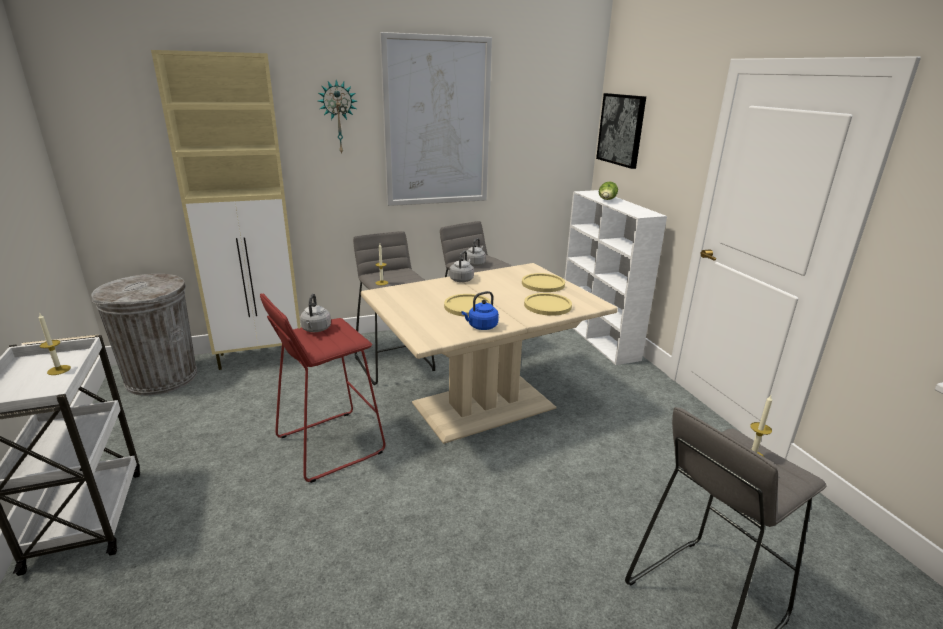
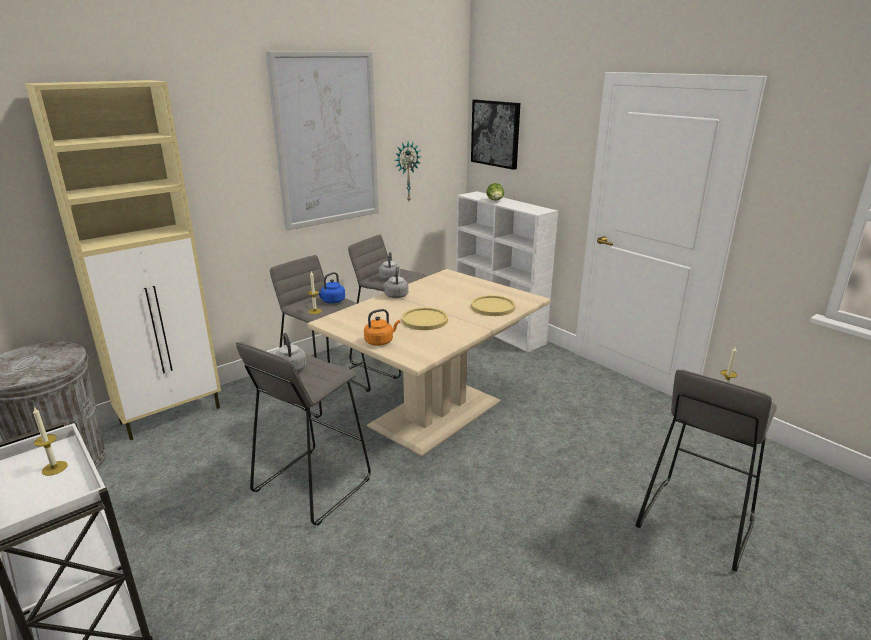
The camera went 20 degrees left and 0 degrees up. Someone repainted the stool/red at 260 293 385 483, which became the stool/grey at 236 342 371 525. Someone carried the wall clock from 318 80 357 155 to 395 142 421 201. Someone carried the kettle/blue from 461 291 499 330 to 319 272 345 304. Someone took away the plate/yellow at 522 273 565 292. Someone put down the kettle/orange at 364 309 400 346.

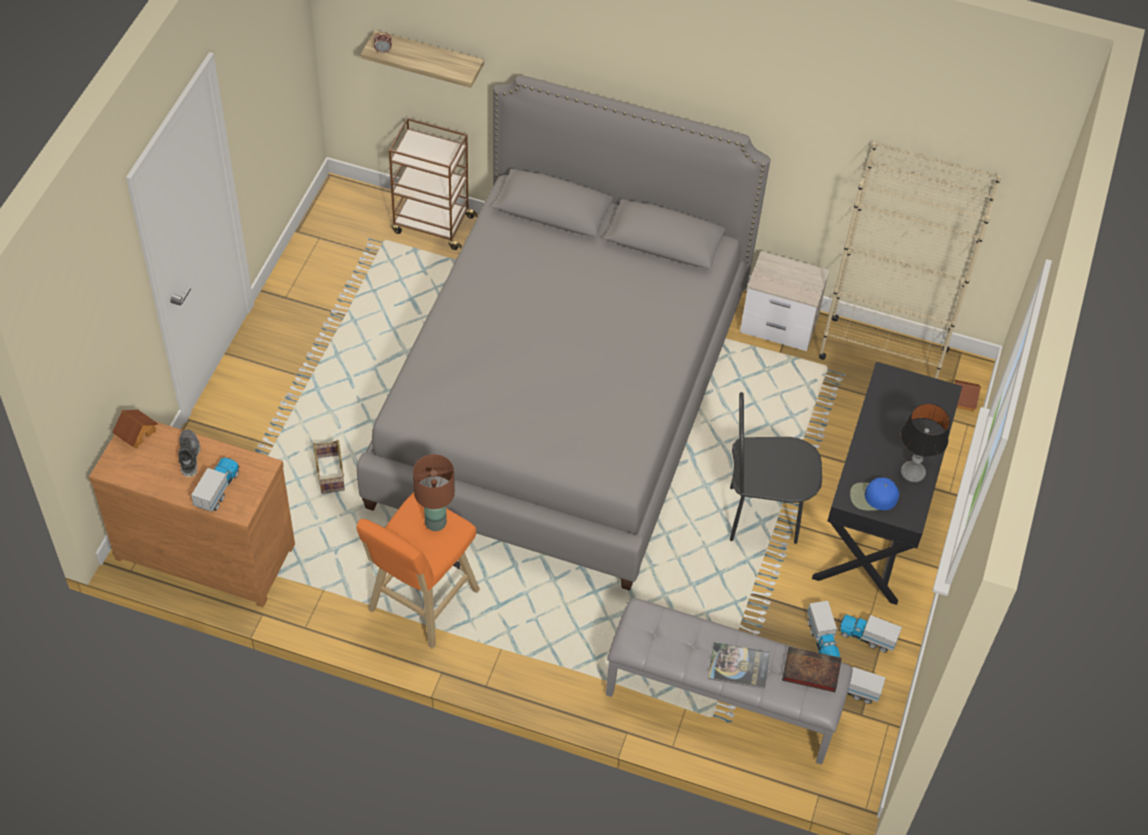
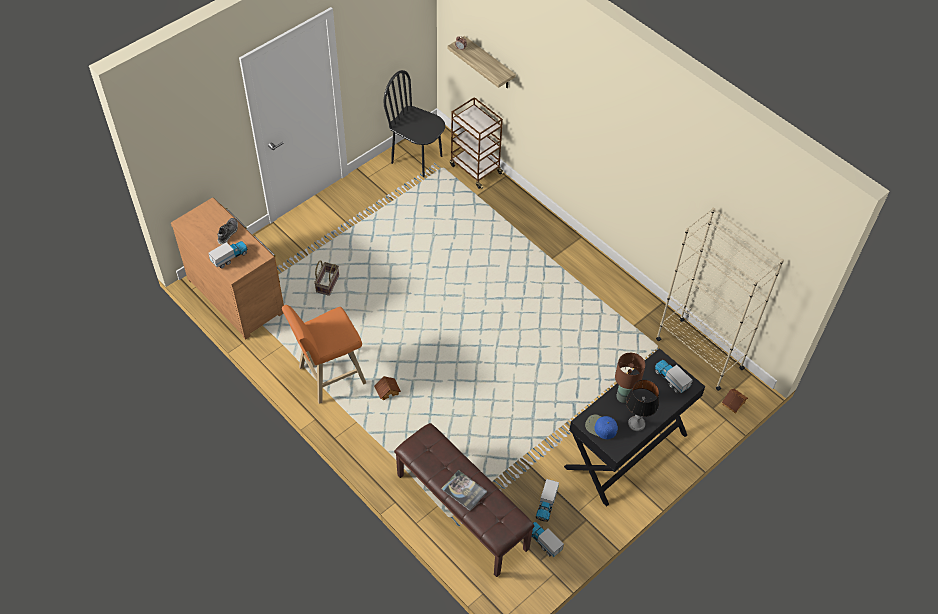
The camera went 30 degrees right and 0 degrees up. Someone carried the toy house from 112 410 158 449 to 374 376 401 400. Someone took away the bed/grey at 357 75 770 591. Someone carried the table lamp/brown from 413 454 455 531 to 615 353 645 403. Someone repainted the bench/grey at 606 598 853 765, which became the bench/brown at 394 423 534 577. Someone carried the chair/black from 730 392 822 544 to 384 70 445 177. Someone took away the nightstand at 740 251 830 351. Someone took away the book at 782 646 842 692. Someone carried the toy truck from 839 615 902 653 to 654 360 693 393.

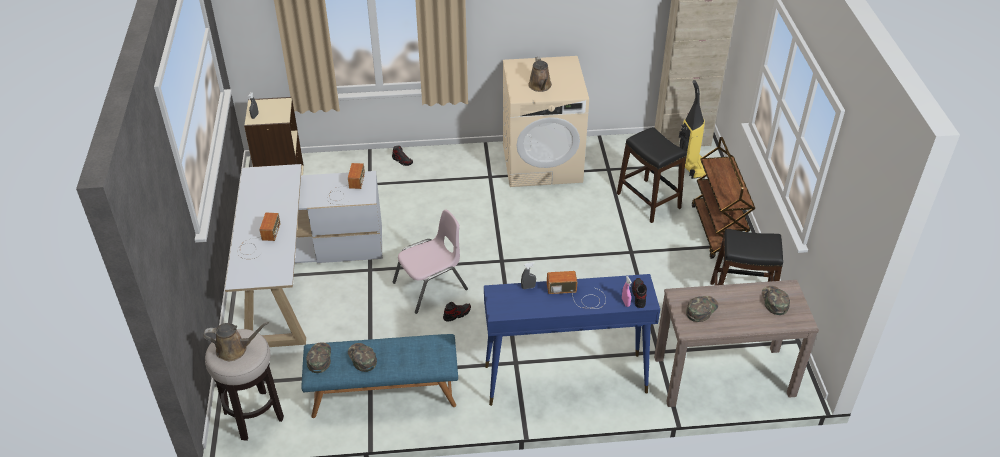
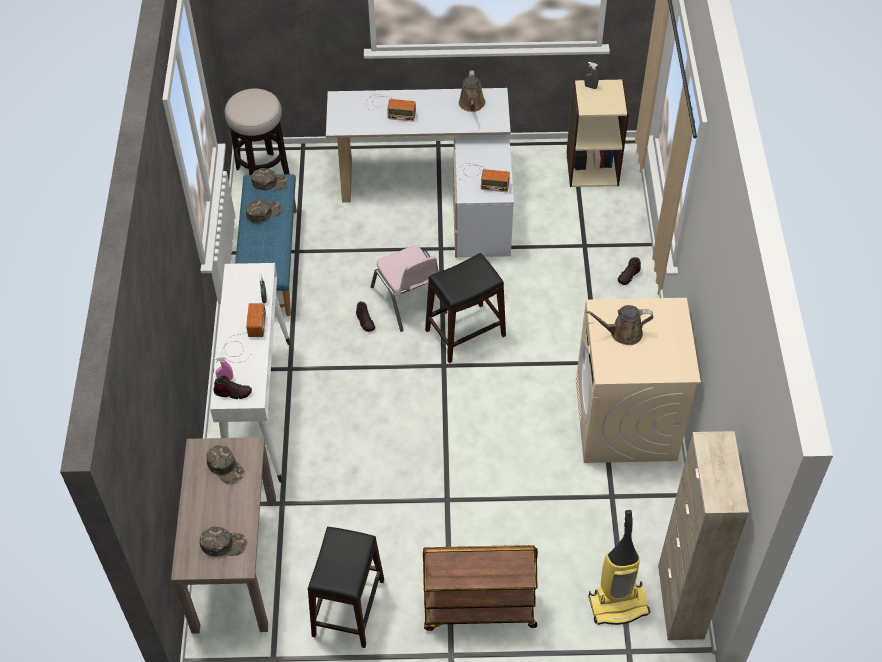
The camera went 95 degrees right and 10 degrees up. Someone carried the watering can/brown from 203 322 269 361 to 459 70 485 112. Someone repainted the console table/blue at 484 274 660 406, which became the console table/white at 210 263 291 483. Someone carried the stool/black from 617 127 686 223 to 425 253 506 363.

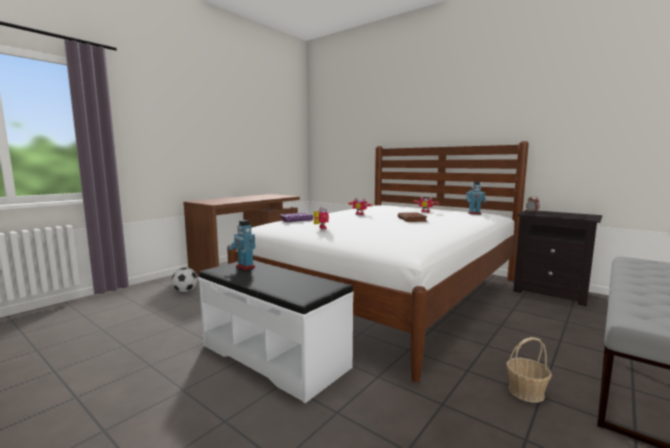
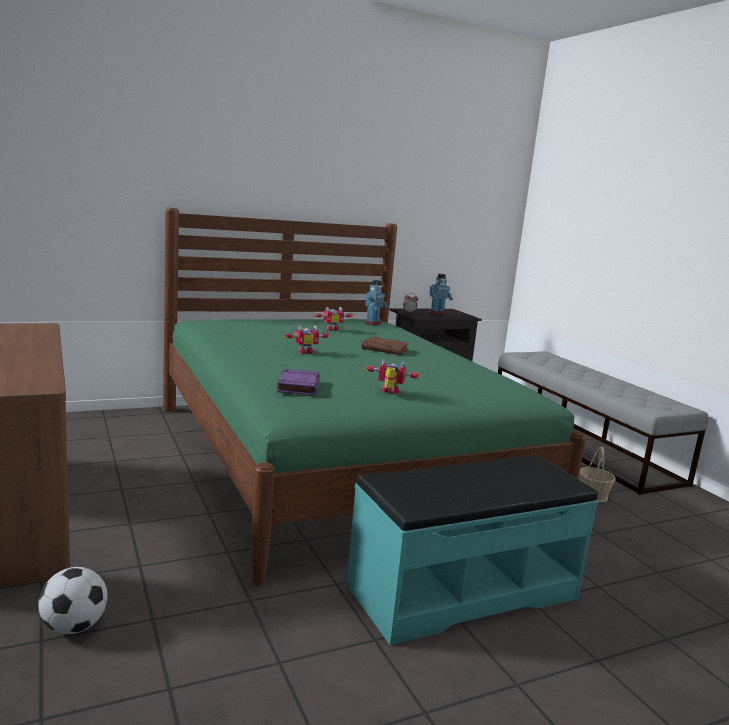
The camera went 65 degrees left and 5 degrees up. Someone repainted the bench/white at 198 260 354 403, which became the bench/turquoise at 346 455 598 646. Someone repainted the bed/white at 227 141 529 382, which became the bed/green at 163 208 586 586. Someone carried the toy robot from 228 220 256 270 to 429 274 453 314.

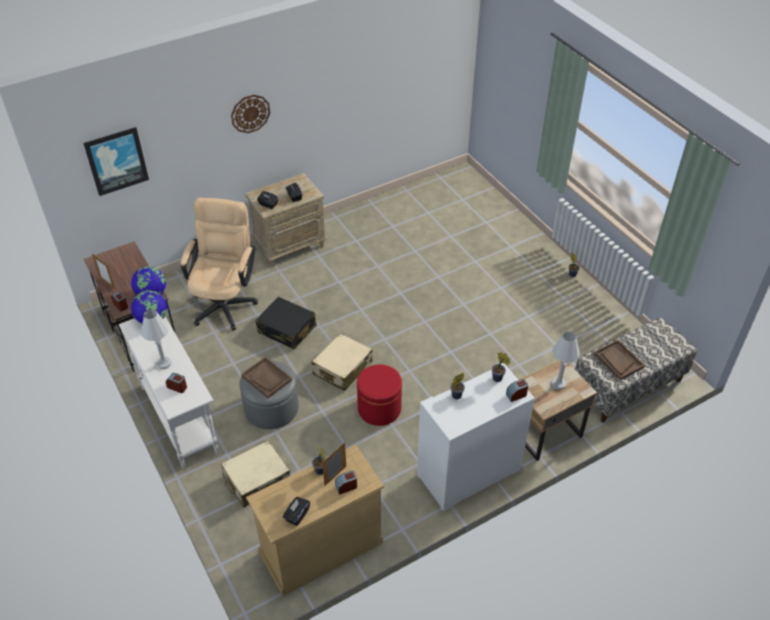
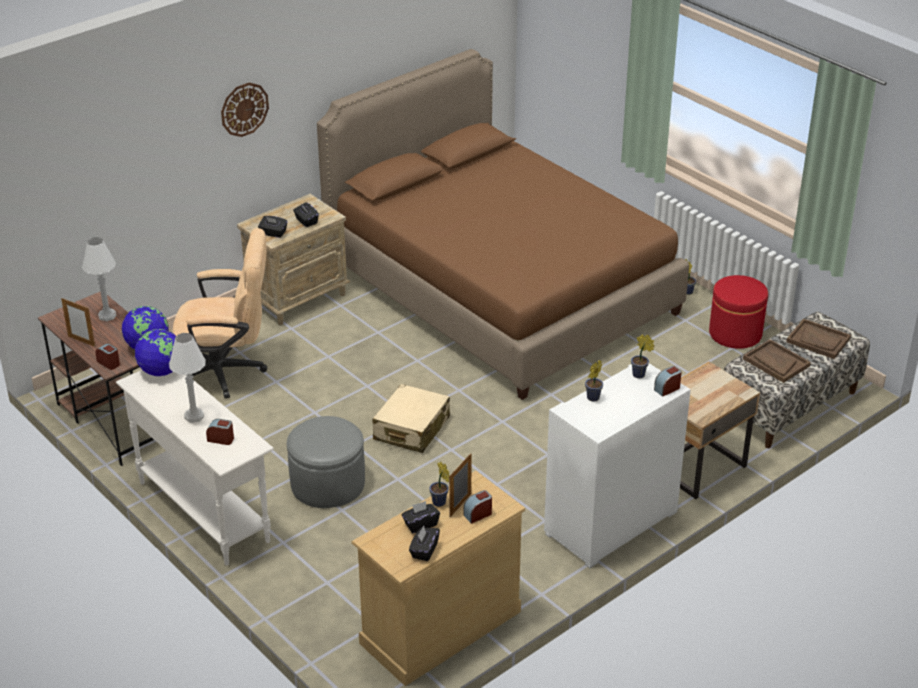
The camera went 10 degrees left and 10 degrees down. Someone took away the picture at 83 127 149 196. Someone rotated the office chair/beige at 181 198 258 331 by 90 degrees clockwise. Someone took away the suitcase/beige at 221 440 290 507. Someone carried the tray/brown from 241 357 292 398 to 786 319 851 359. Someone took away the suitcase/black at 255 297 317 349. Someone carried the ottoman/red from 357 364 402 426 to 709 275 768 349. Someone carried the table lamp/white from 552 332 580 390 to 82 237 117 321. Someone put down the bed/brown at 317 49 690 400. Someone put down the tissue box/black at 402 501 440 533.

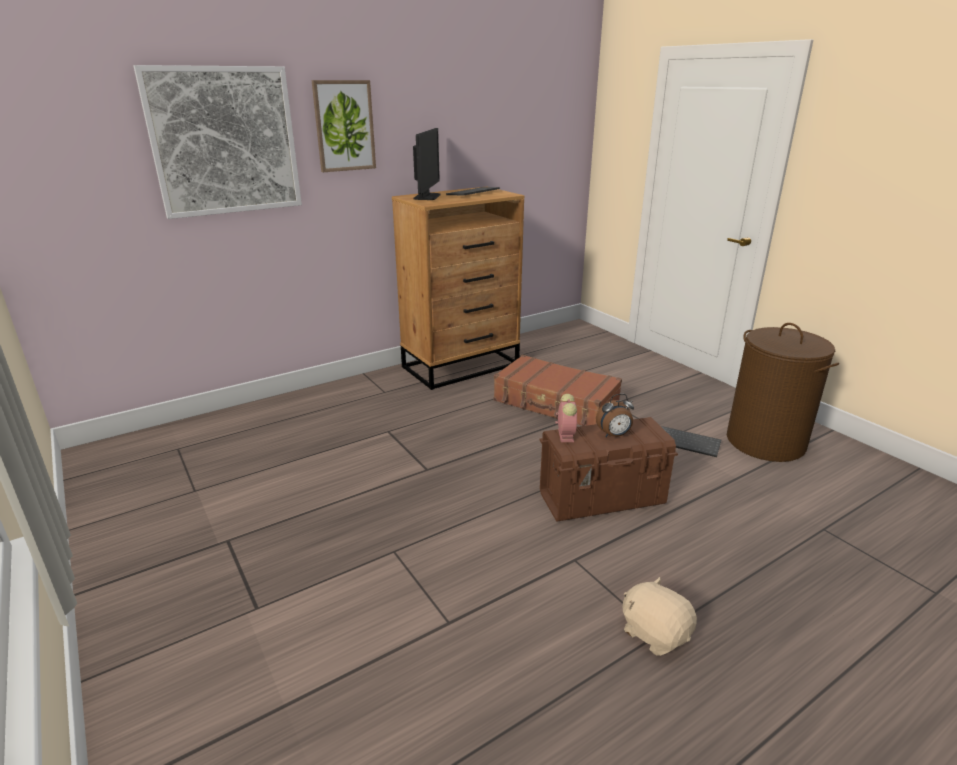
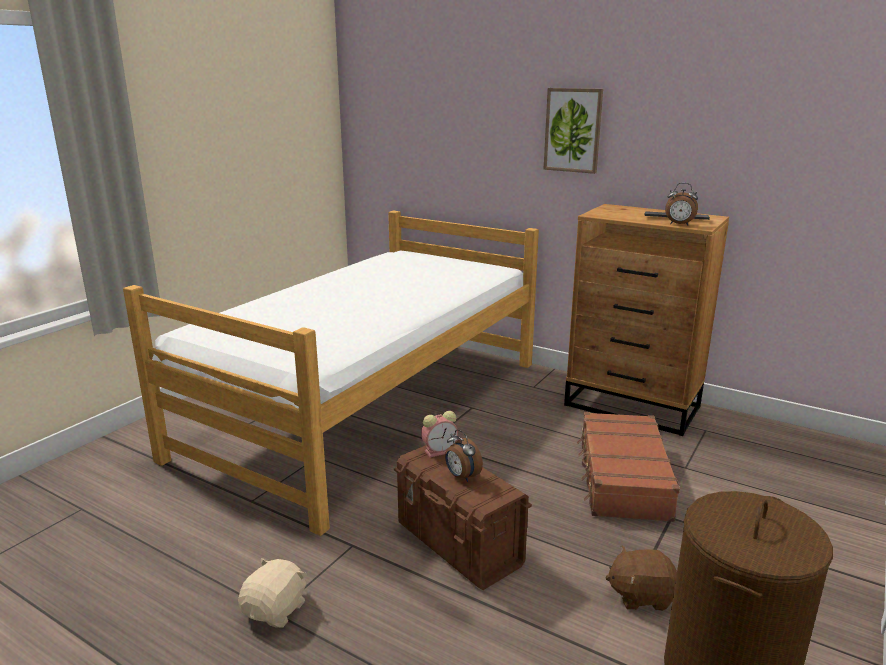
The camera went 65 degrees right and 5 degrees down. Someone took away the picture at 133 65 302 219. Someone took away the monitor at 413 128 441 200. Someone swapped the keyboard at 661 426 721 457 for the plush toy/brown at 605 545 677 611. Someone put down the bed at 123 211 539 536. Someone put down the alarm clock at 665 183 698 226.

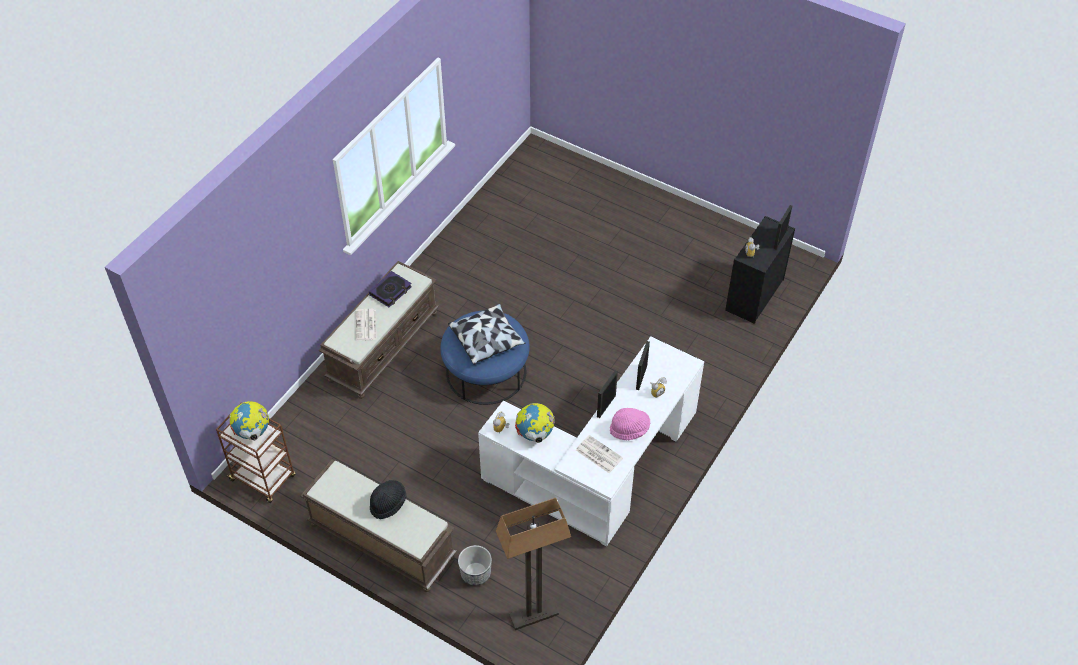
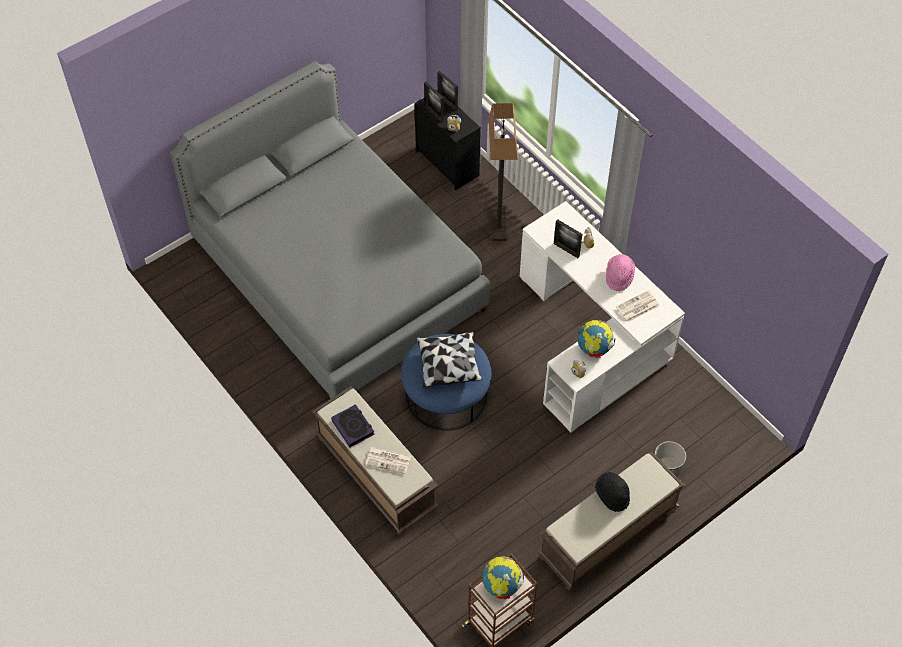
The camera went 70 degrees left and 5 degrees up. Someone carried the floor lamp from 496 498 571 630 to 489 103 518 241. Someone carried the picture frame from 597 371 618 418 to 424 82 444 123. Someone put down the bed/grey at 170 61 490 399.

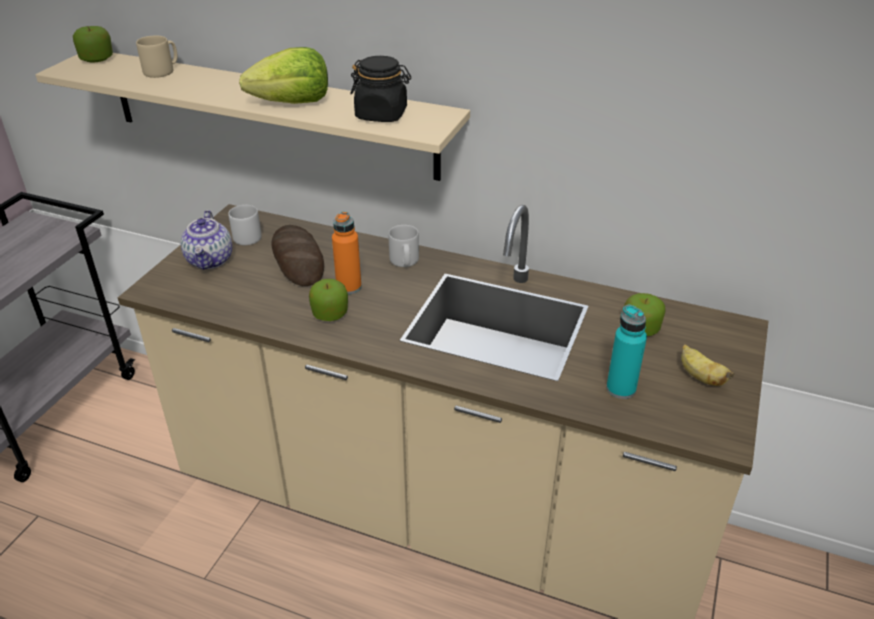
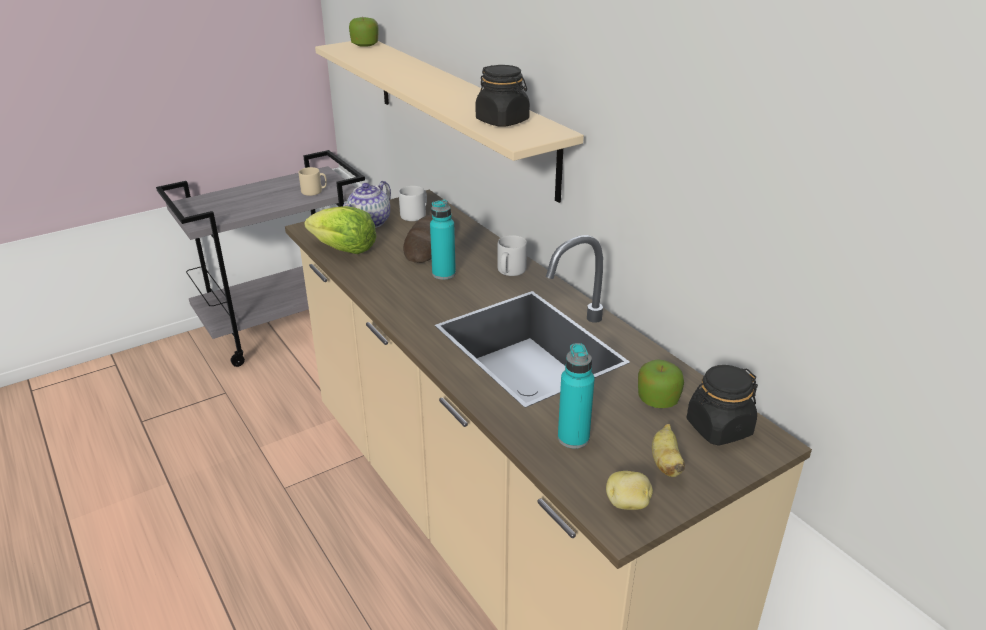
The camera went 35 degrees right and 5 degrees down. Someone carried the mug/beige from 136 35 178 78 to 299 167 327 196. Someone carried the lettuce from 239 47 328 104 to 304 206 377 254. Someone took away the apple at 309 279 348 321. Someone repainted the bottle/orange at 332 211 361 294, which became the bottle/turquoise at 430 199 456 280. Someone put down the potato at 606 471 653 510. Someone put down the jar/black at 686 365 758 446.

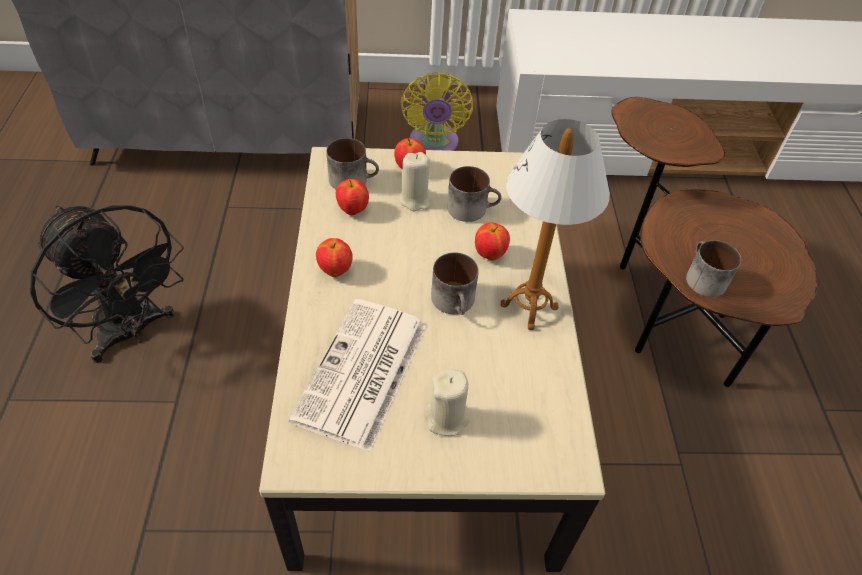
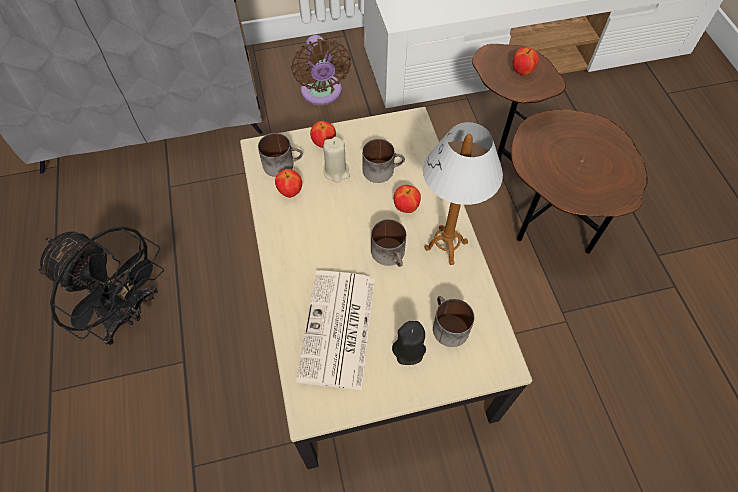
The camera went 10 degrees left and 10 degrees up. Someone carried the apple from 316 238 353 277 to 513 47 539 76. Someone repainted the fan/yellow at 401 72 473 151, which became the fan/brown at 291 35 351 105. Someone repainted the candle/beige at 425 369 470 436, which became the candle/black at 392 321 426 365. Someone carried the mug from 686 240 741 297 to 433 296 474 347.

